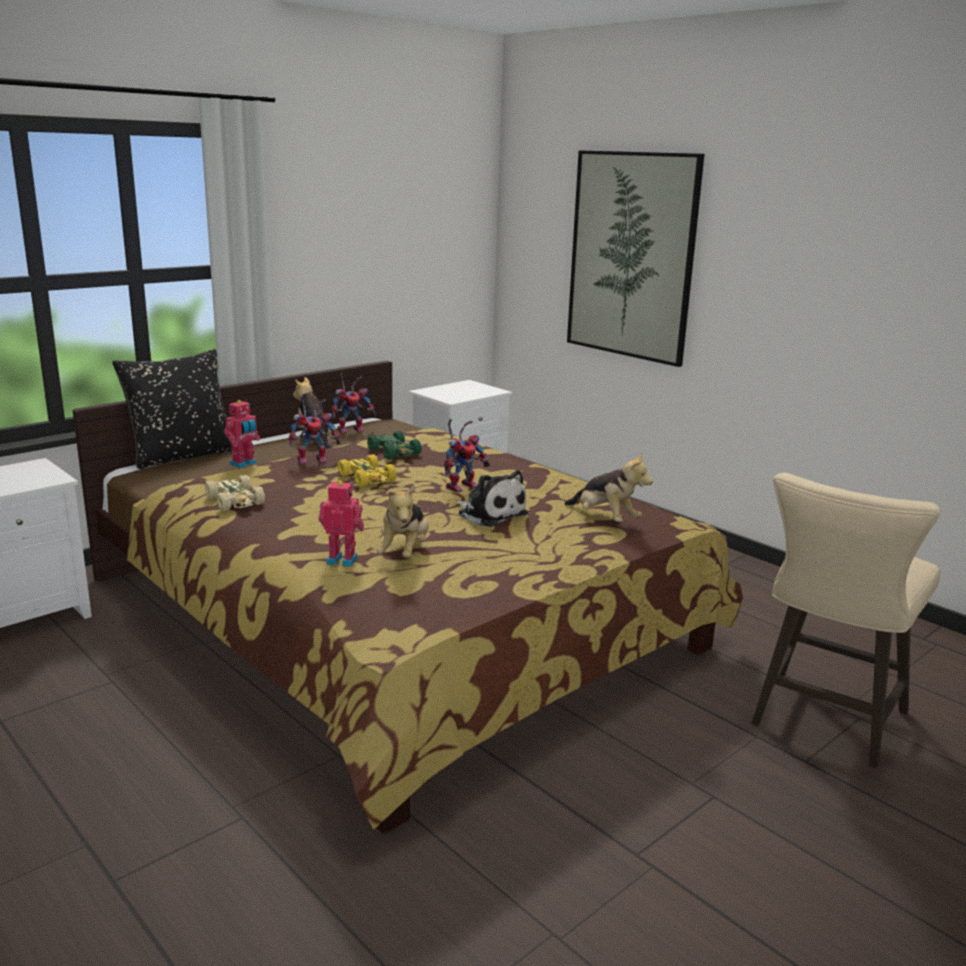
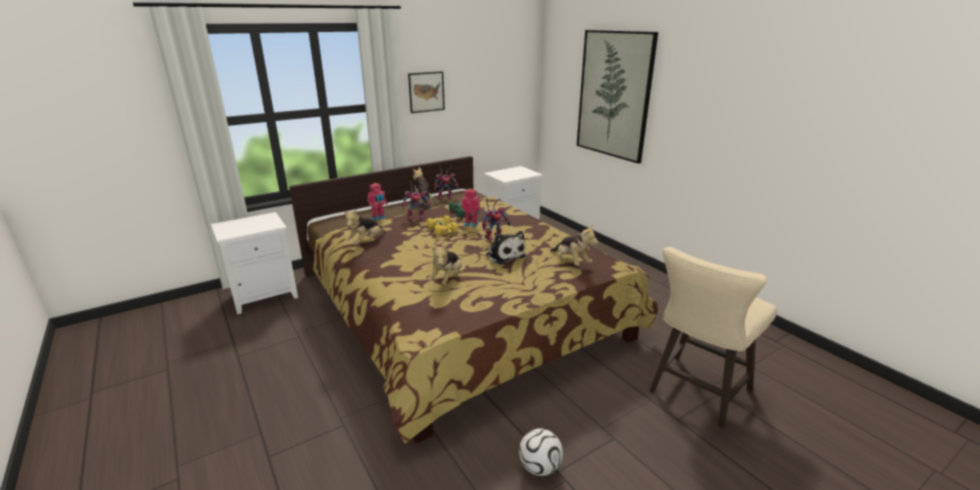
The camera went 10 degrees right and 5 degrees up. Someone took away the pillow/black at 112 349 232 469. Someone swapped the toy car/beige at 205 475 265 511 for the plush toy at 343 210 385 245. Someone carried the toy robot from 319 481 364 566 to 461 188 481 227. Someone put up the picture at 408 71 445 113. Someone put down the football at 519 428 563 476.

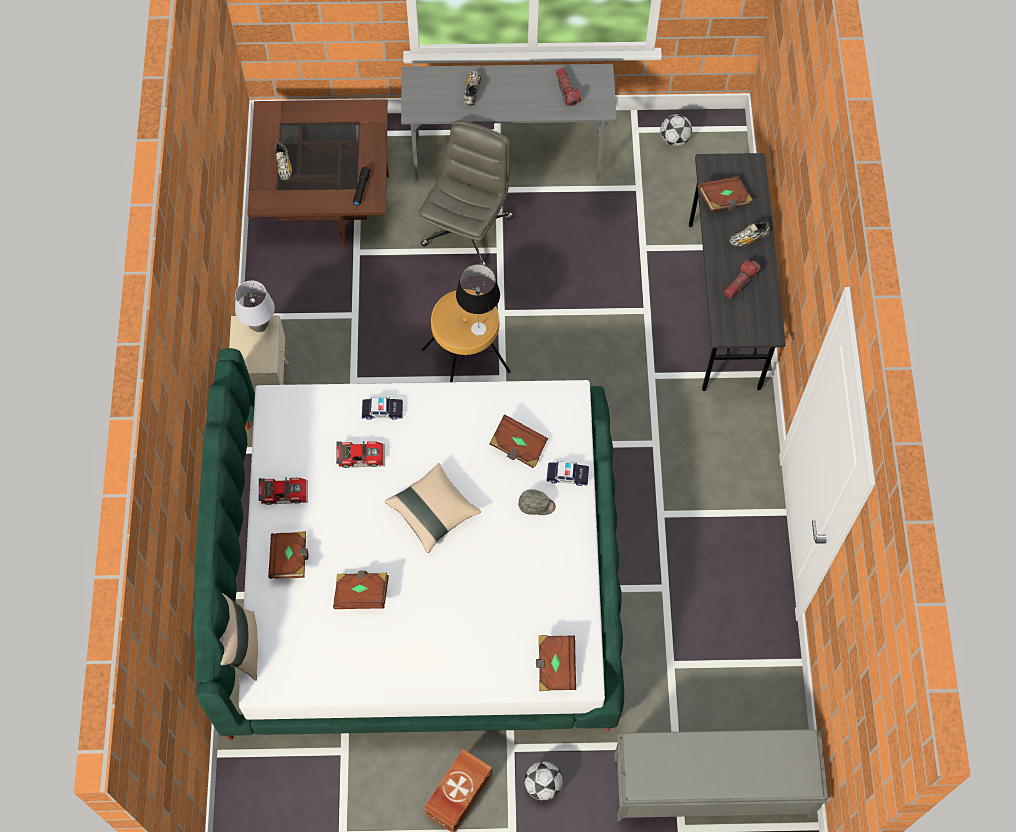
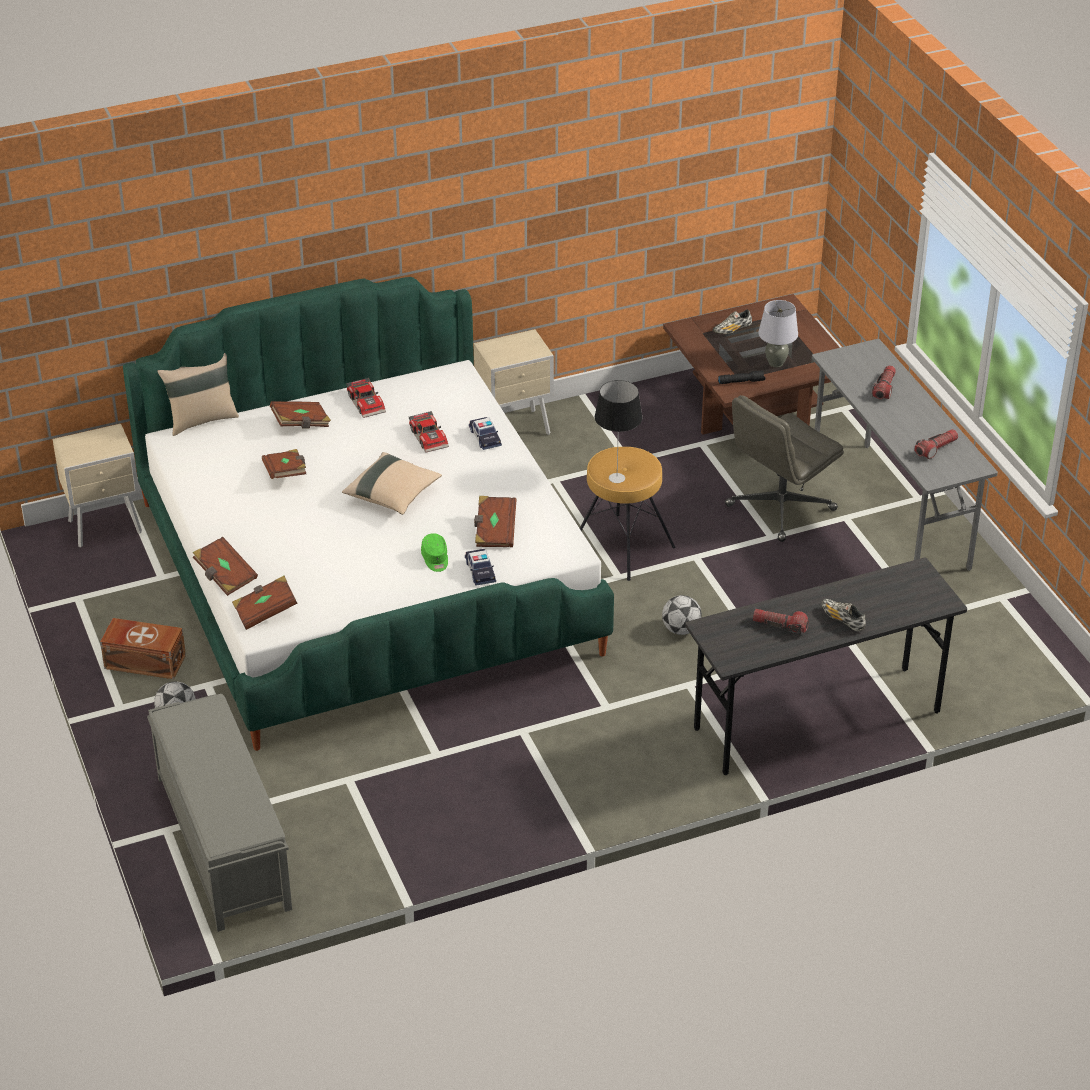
The camera went 70 degrees right and 25 degrees down. Someone carried the table lamp/grey from 235 281 275 332 to 758 300 798 367. Someone rotated the office chair/grey at 419 120 513 266 by 135 degrees clockwise. Someone swapped the shoe at 464 70 481 106 for the flashlight at 872 365 896 399. Someone repainted the cap/grey at 518 489 556 515, which became the cap/green at 421 533 448 572. Someone carried the football from 660 114 692 146 to 662 595 702 635. Someone carried the book/brown from 698 177 753 212 to 193 537 258 596. Someone put down the nightstand/beige at 53 424 142 548.

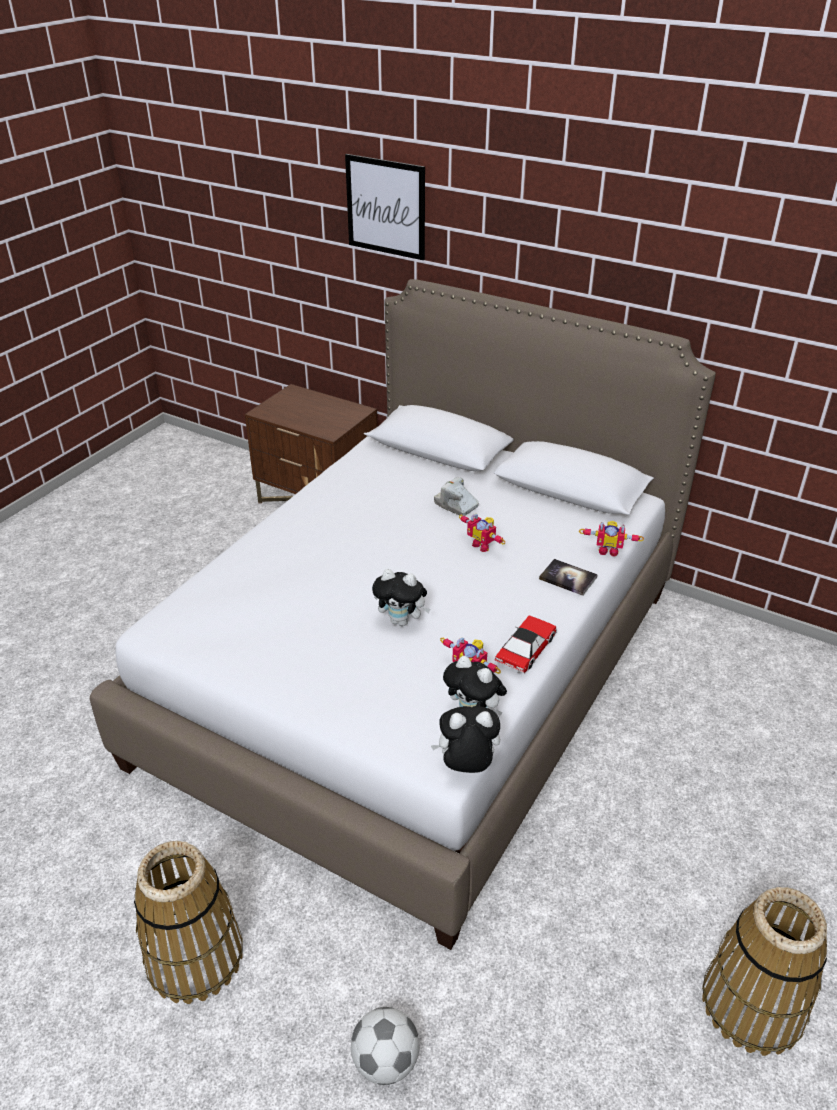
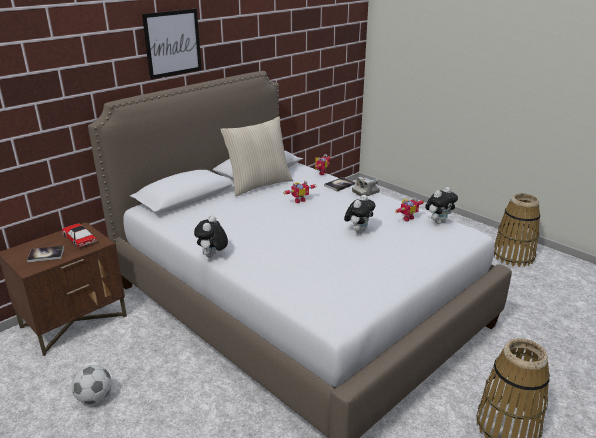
The camera went 75 degrees left and 10 degrees down. Someone carried the picture from 345 154 425 260 to 142 9 202 79. Someone carried the football from 351 1007 420 1085 to 71 365 112 404. Someone carried the plush toy from 430 706 500 773 to 194 215 228 258. Someone carried the photo camera from 434 477 479 516 to 352 177 380 197. Someone carried the toy car from 495 615 557 673 to 62 223 97 247. Someone put down the book at 27 246 64 263. Someone put down the pillow/beige at 220 117 293 196.

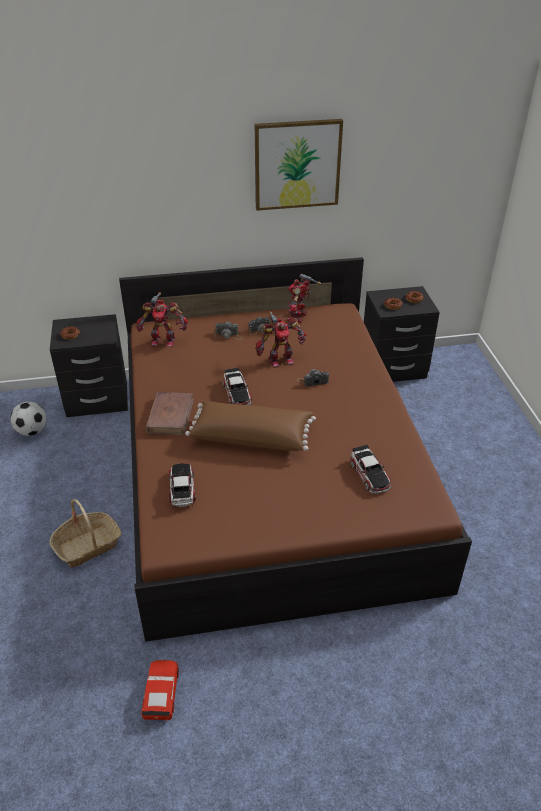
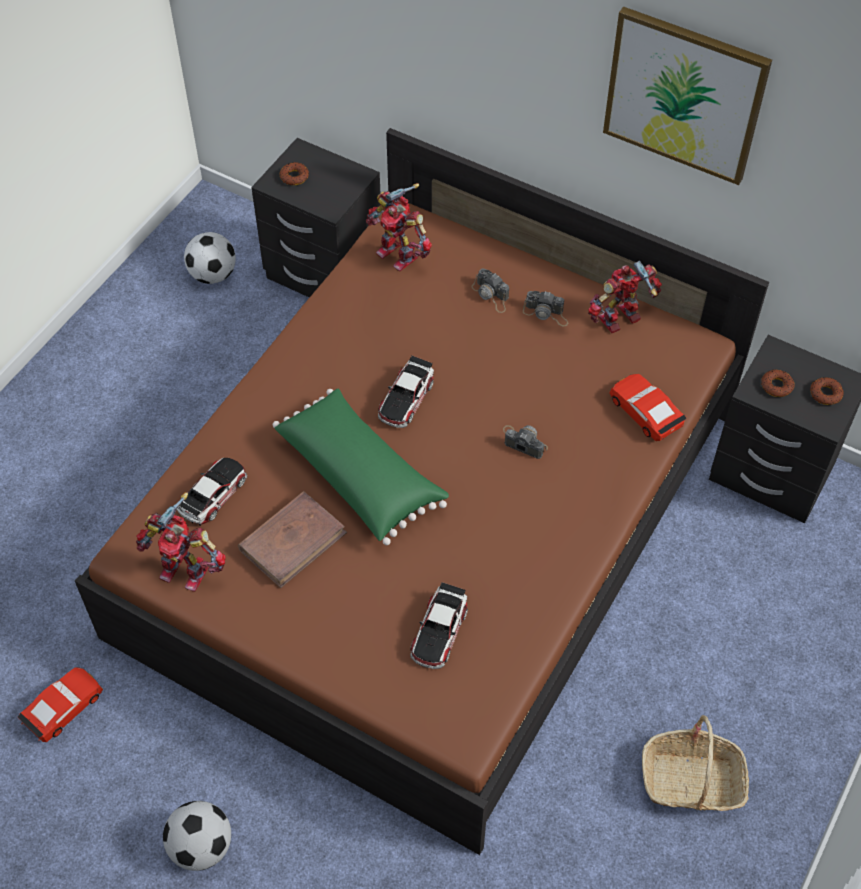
The camera went 40 degrees right and 15 degrees up. Someone carried the basket from 49 499 122 568 to 642 715 749 811. Someone carried the book/brown from 145 392 194 435 to 238 491 347 588. Someone repainted the pillow/brown at 185 401 316 451, which became the pillow/green at 273 389 449 545. Someone carried the toy robot from 255 311 306 368 to 136 492 226 592. Someone put down the football at 163 801 231 871. Someone put down the toy car/red at 609 374 687 441.

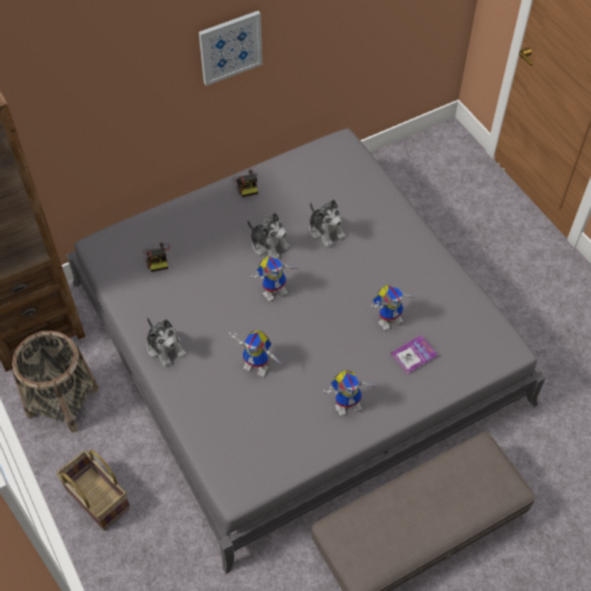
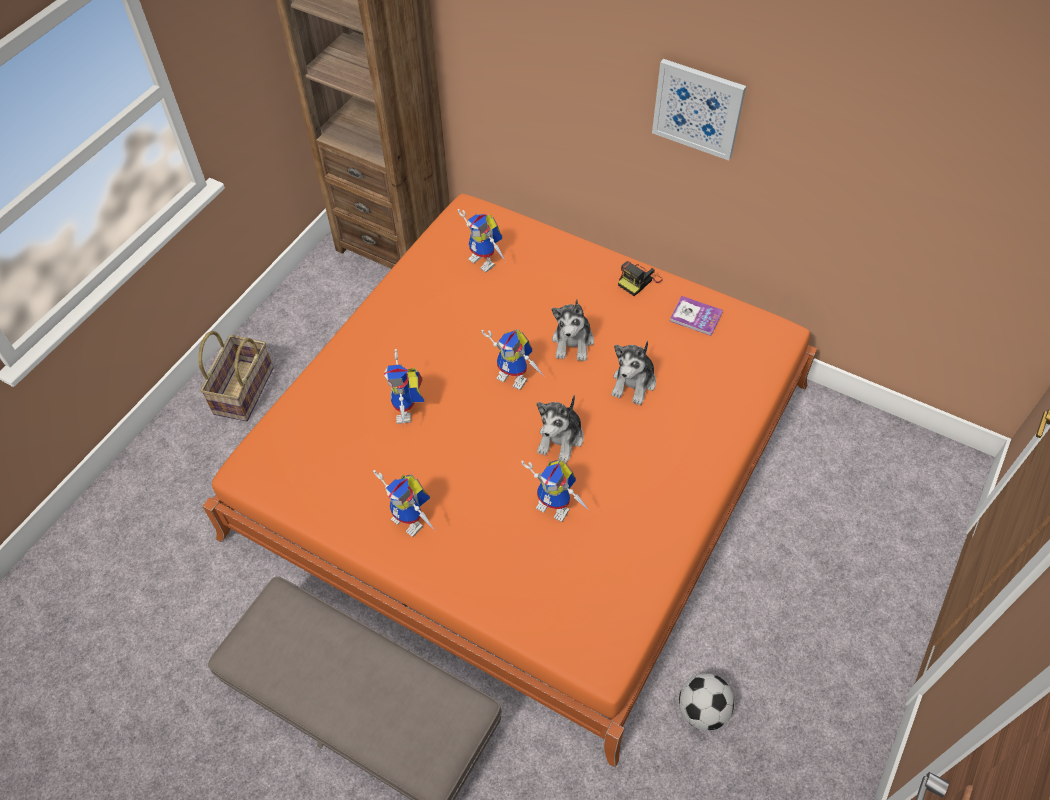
The camera went 60 degrees right and 0 degrees up. Someone took away the basket at 12 331 99 433. Someone repainted the bed/grey at 67 128 546 574, which became the bed/orange at 202 194 818 767. Someone swapped the photo camera at 143 242 170 272 for the toy robot at 458 209 506 272. Someone carried the plush toy from 147 317 186 367 to 537 395 584 463. Someone carried the book from 391 335 438 374 to 670 296 723 336. Someone put down the football at 679 673 734 731.

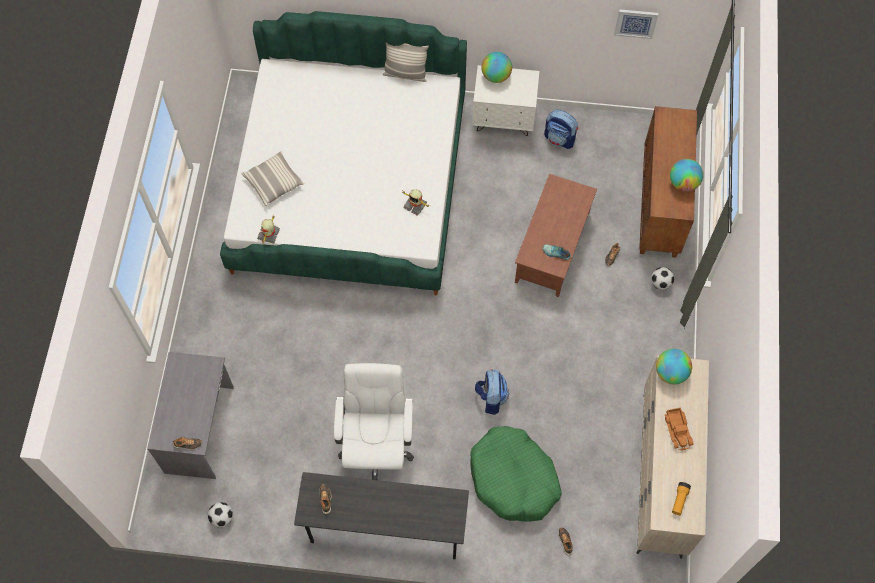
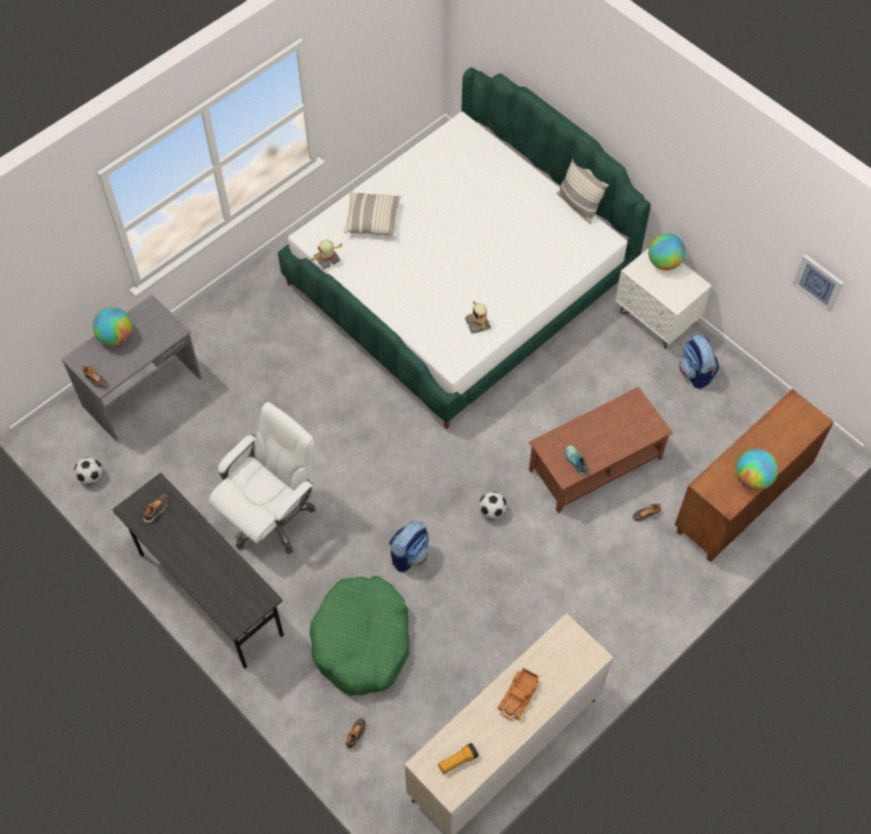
The camera went 40 degrees right and 5 degrees down. Someone carried the football from 651 267 674 290 to 479 492 507 520. Someone carried the globe from 656 349 692 384 to 93 307 132 346.

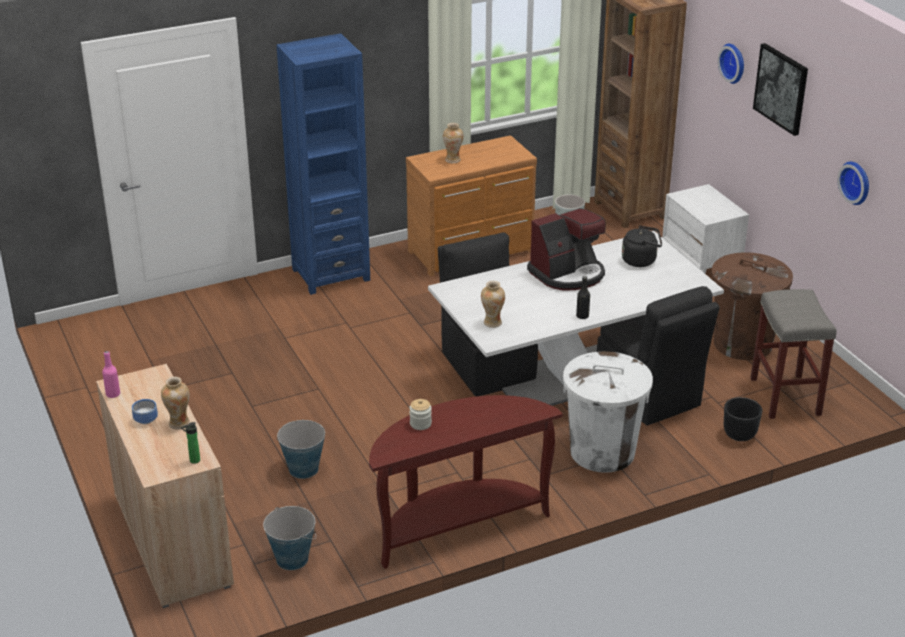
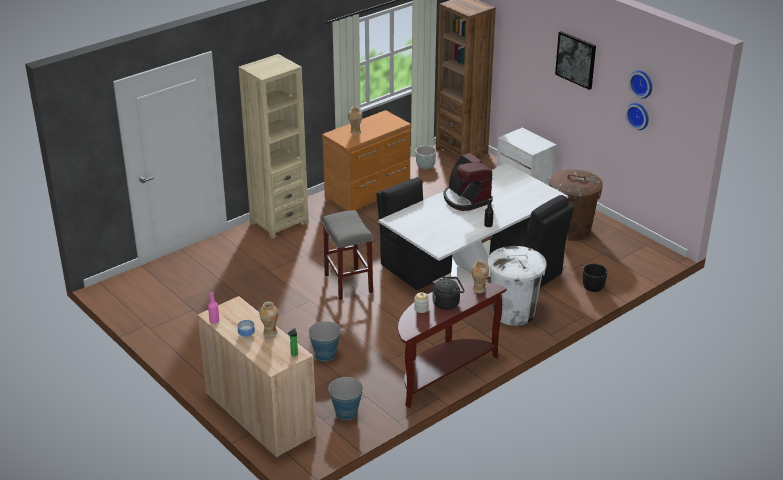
The camera went 15 degrees left and 0 degrees up. Someone repainted the bookcase/blue at 277 33 370 295, which became the bookcase/beige at 238 54 309 239. Someone carried the vase from 481 281 505 328 to 471 260 489 293. Someone rotated the coffee machine at 527 208 606 291 by 105 degrees clockwise. Someone carried the kettle/black from 622 225 662 267 to 432 277 465 310. Someone carried the wall clock from 718 44 744 84 to 629 70 652 99. Someone carried the stool/grey from 750 289 836 419 to 322 210 373 300.

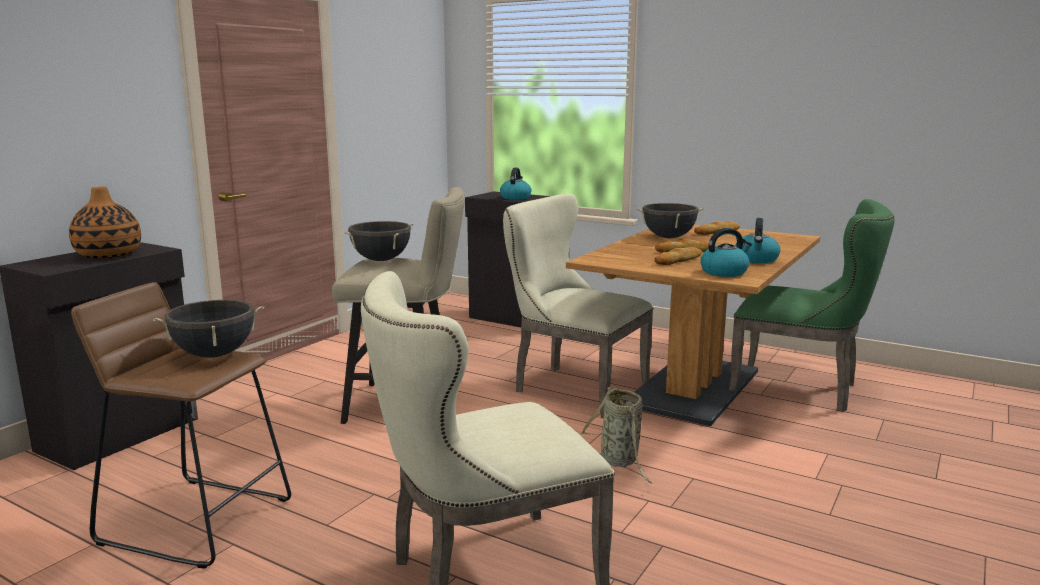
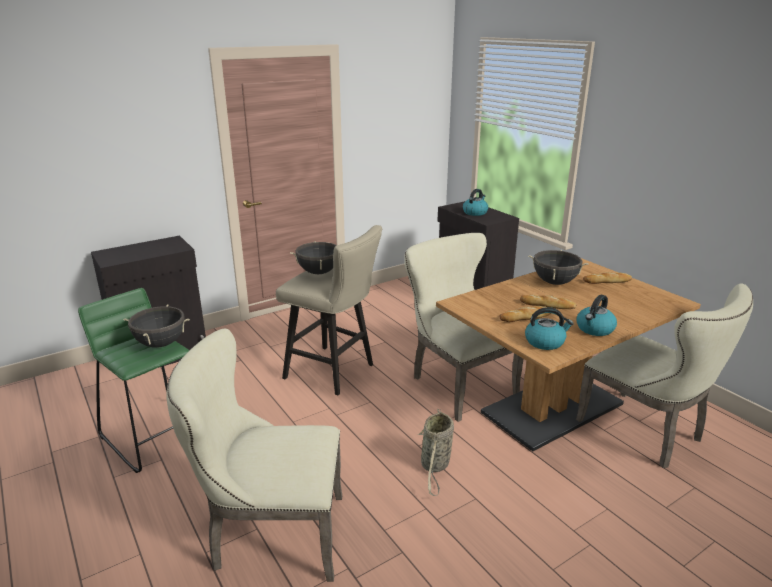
The camera went 25 degrees right and 10 degrees up. Someone took away the vase at 69 187 141 259. Someone repainted the stool/brown at 71 282 291 568, which became the stool/green at 78 288 190 473. Someone repainted the chair/green at 729 199 895 412, which became the chair/beige at 576 283 753 468.

